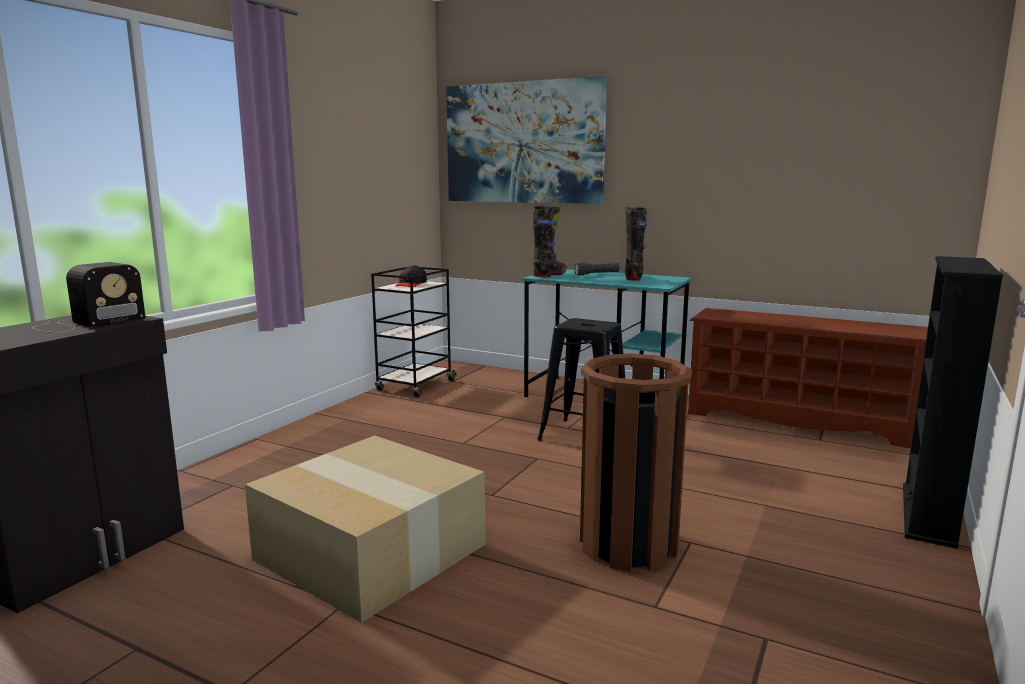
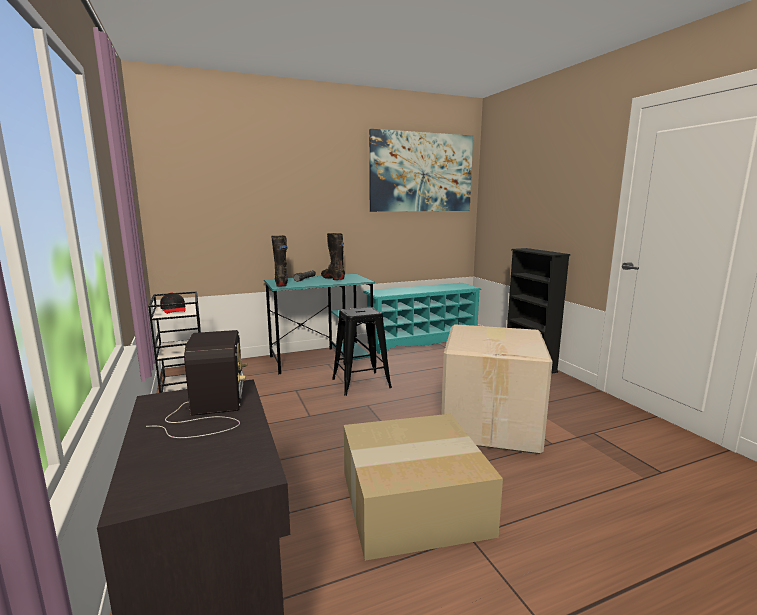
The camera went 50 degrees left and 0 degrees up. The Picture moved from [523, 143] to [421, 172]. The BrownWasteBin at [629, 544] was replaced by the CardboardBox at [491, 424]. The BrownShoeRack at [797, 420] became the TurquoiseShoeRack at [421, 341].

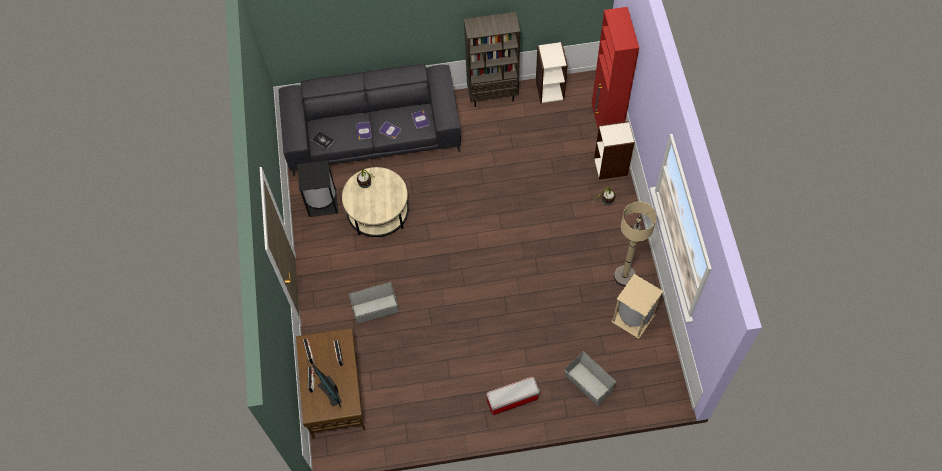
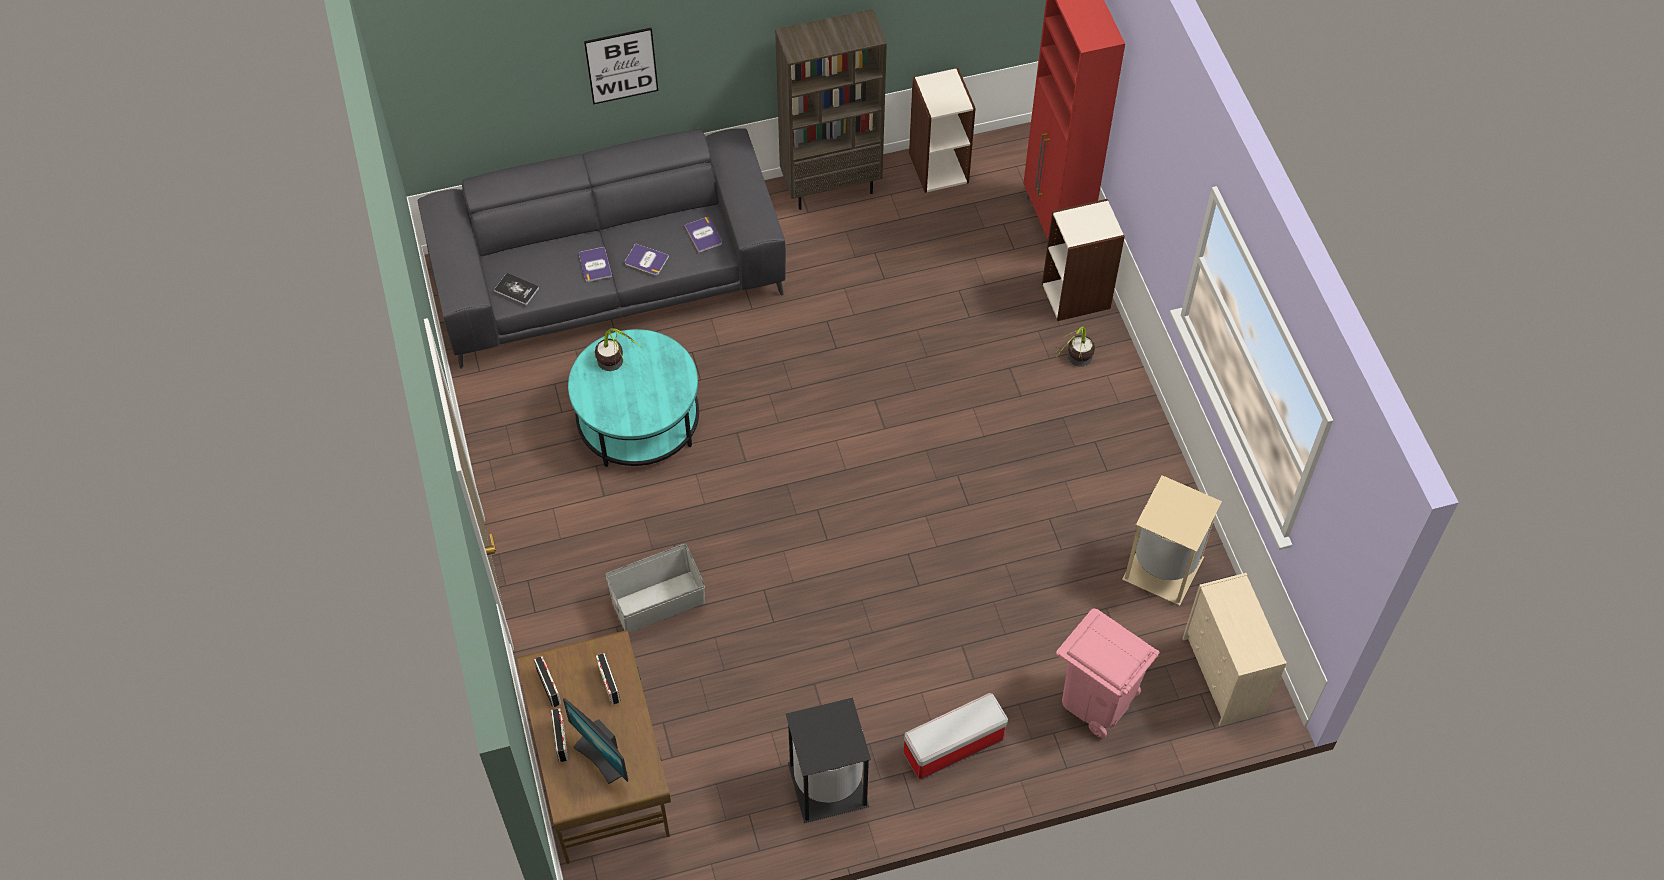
The camera went 10 degrees left and 5 degrees down. The BlackColouredWasteBin moved from [321, 203] to [827, 786]. The BeigeColouredLoungeTable at [378, 212] became the TurquoiseLoungeTable at [638, 420]. The GreyishStorageBin at [588, 384] was replaced by the PinkishWasteBin at [1096, 701]. The BeigeColouredFloorLamp at [624, 276] disappeared. The Picture at [621, 65] appeared. The BeigeColouredChestOfDrawers at [1223, 677] appeared.

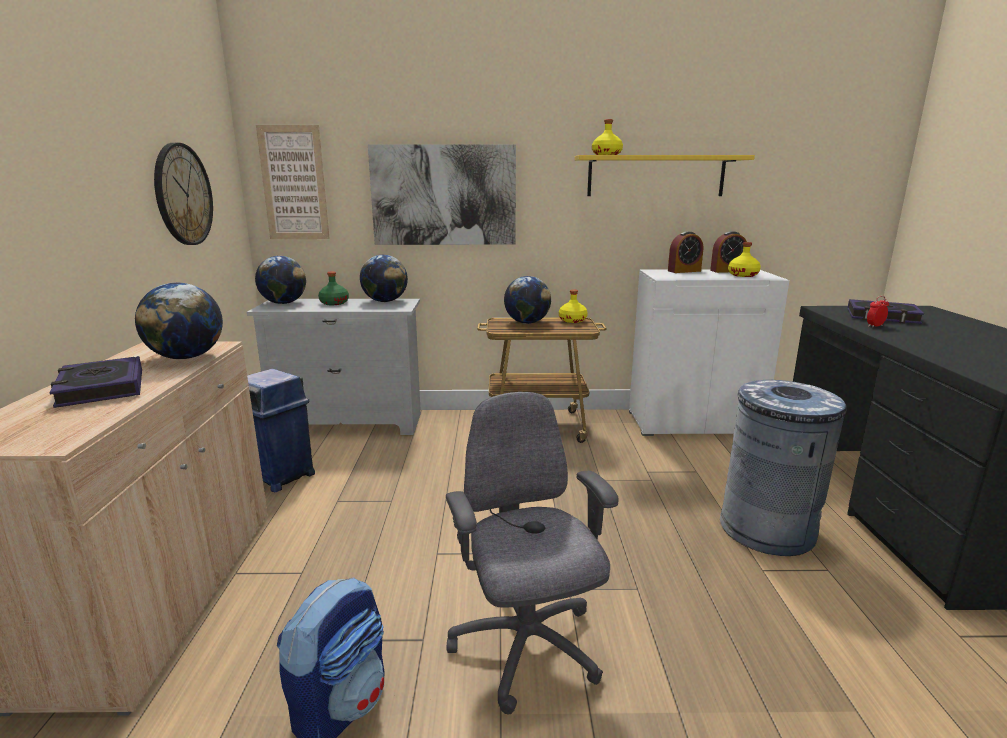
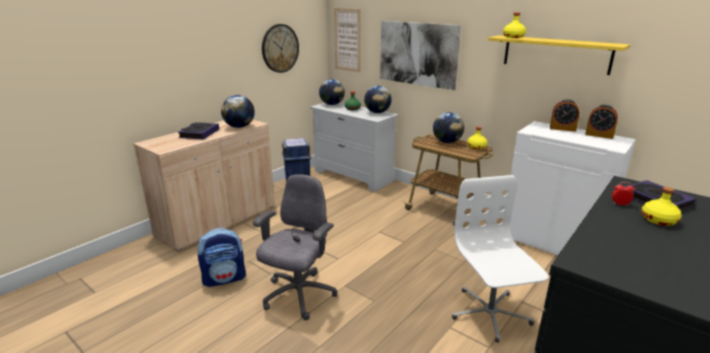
The camera went 40 degrees right and 5 degrees up. The GreyishWasteBin at [767, 529] was replaced by the WhiteColouredComputerChair at [489, 313]. The YellowishBeverageBottle moved from [743, 275] to [659, 220].

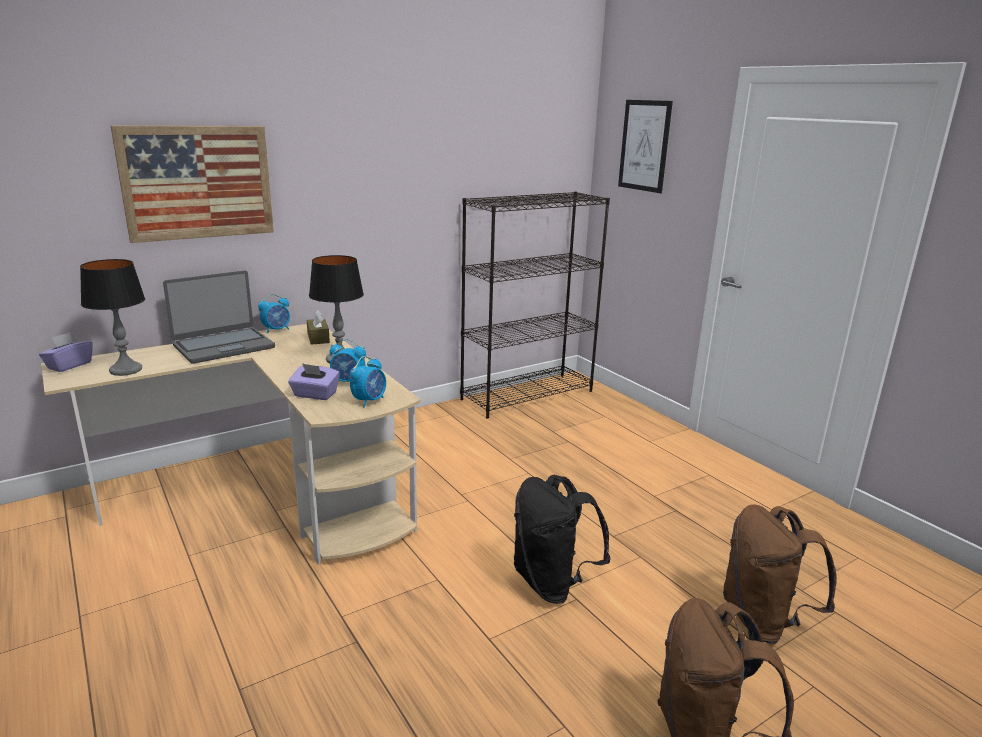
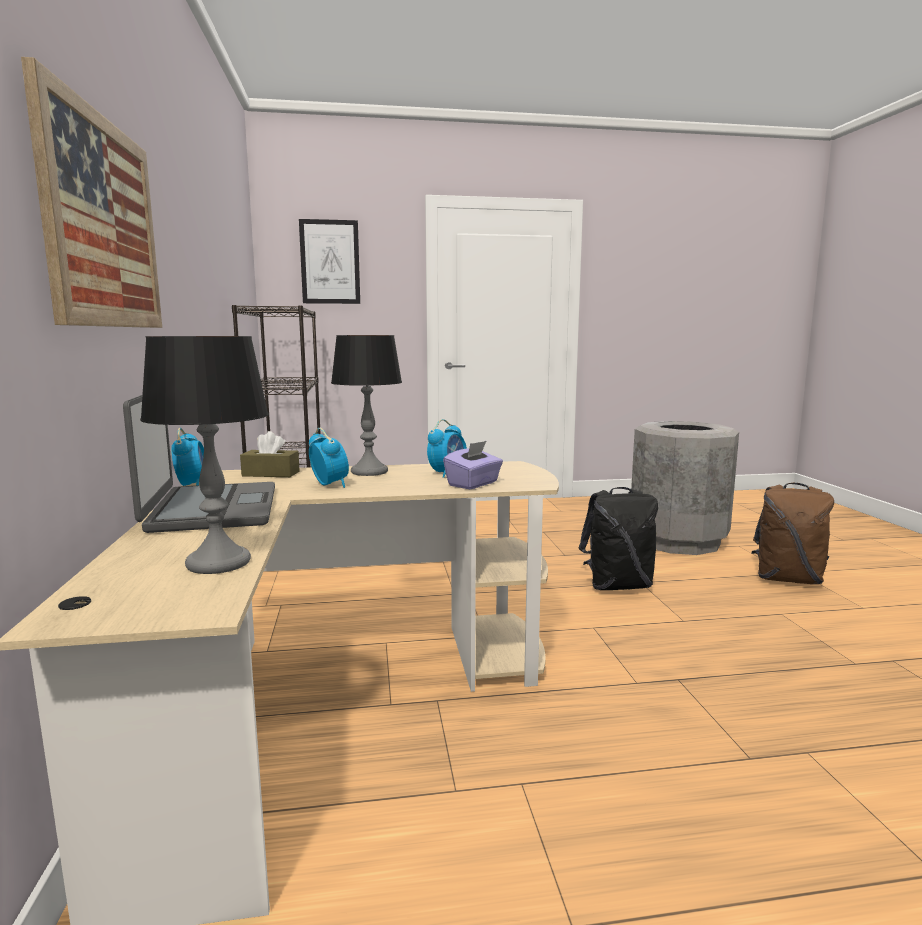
The camera went 65 degrees left and 10 degrees down. The PurpleColouredTissueHolder at [69, 365] disappeared. The AlarmClock moved from [369, 401] to [329, 485]. The BrownKnapsack at [763, 620] was replaced by the GreyishWasteBin at [678, 541].

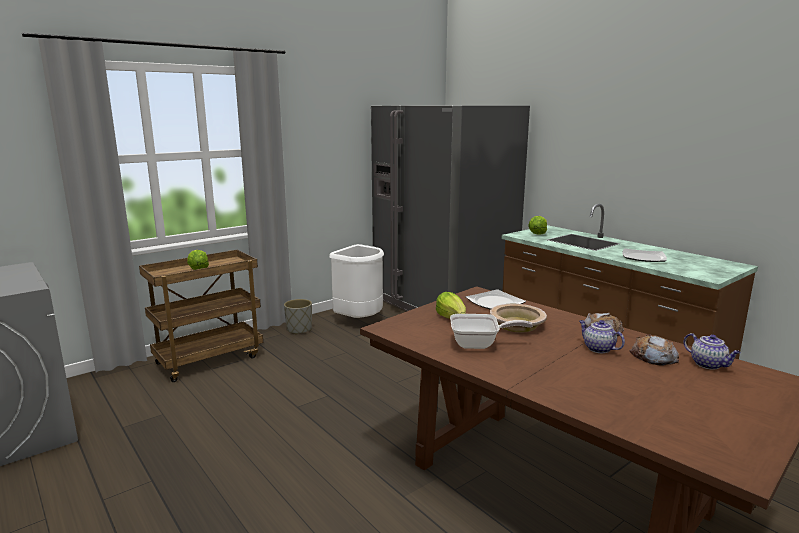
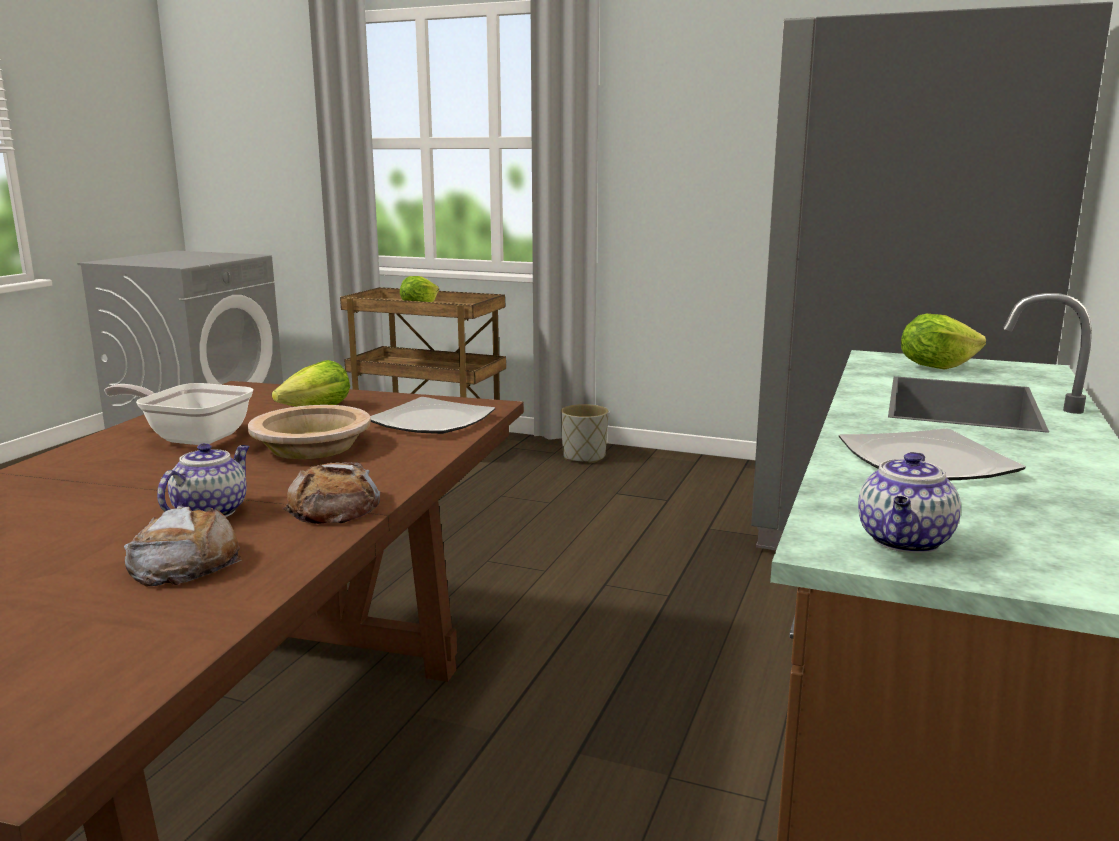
The camera went 60 degrees right and 0 degrees up. The WhiteColouredWasteBin at [360, 320] disappeared. The Skillet at [479, 344] turned 135 degrees clockwise. The Teapot moved from [708, 365] to [905, 542].

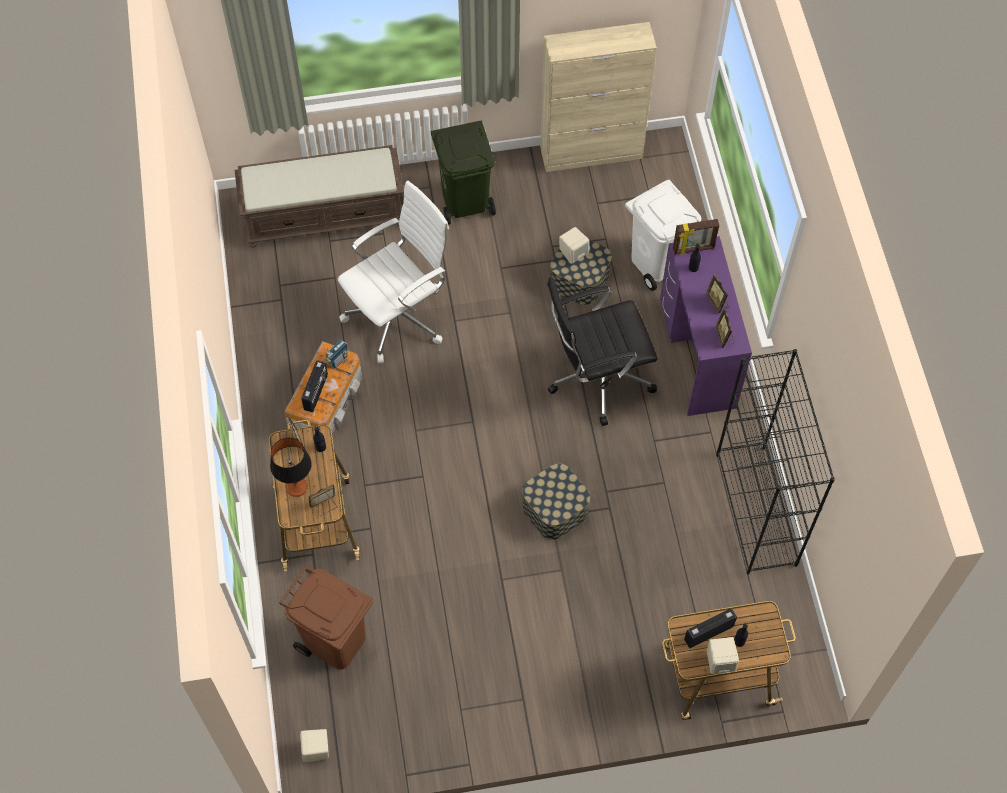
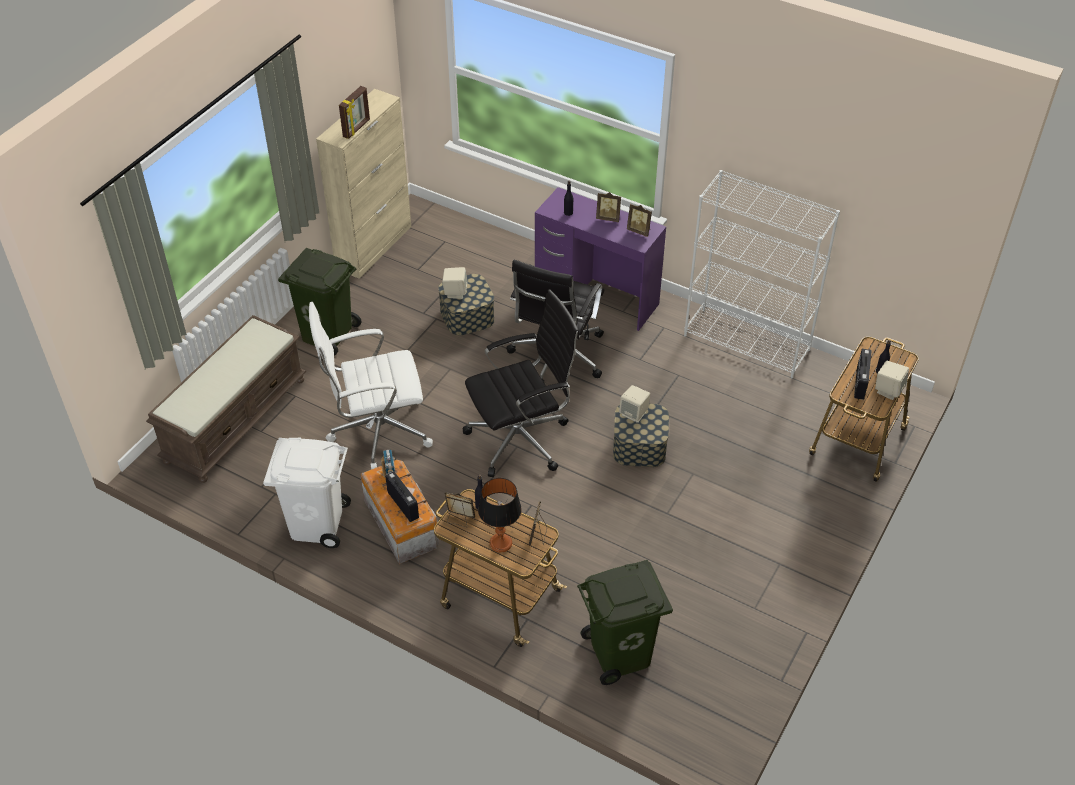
The camera went 50 degrees left and 15 degrees down. The BrownWasteBin at [335, 642] became the GreenishWasteBin at [621, 654]. The BeigeColouredSpeaker moved from [316, 750] to [634, 413]. The WhiteColouredComputerChair at [399, 315] turned 105 degrees counterclockwise. The WhiteColouredWasteBin moved from [658, 262] to [317, 523]. The PhotoFrame moved from [693, 249] to [357, 128]. The BlackColouredBookcase at [756, 510] became the WhiteColouredBookcase at [747, 343]. The BlackColouredComputerChair at [521, 439] appeared.

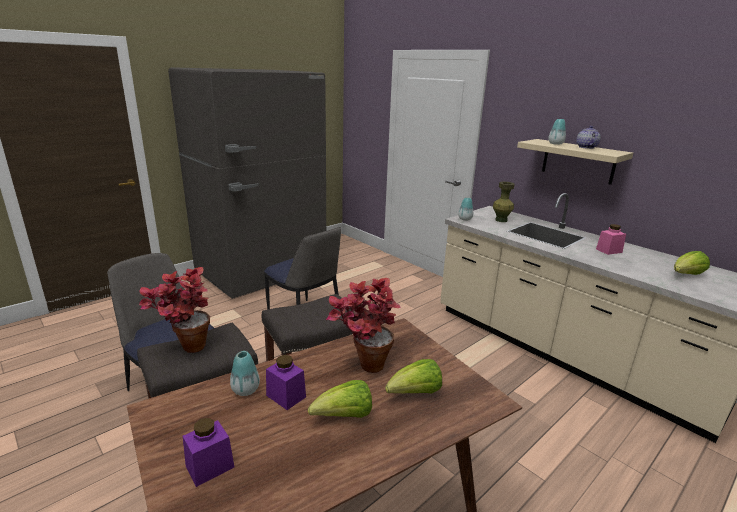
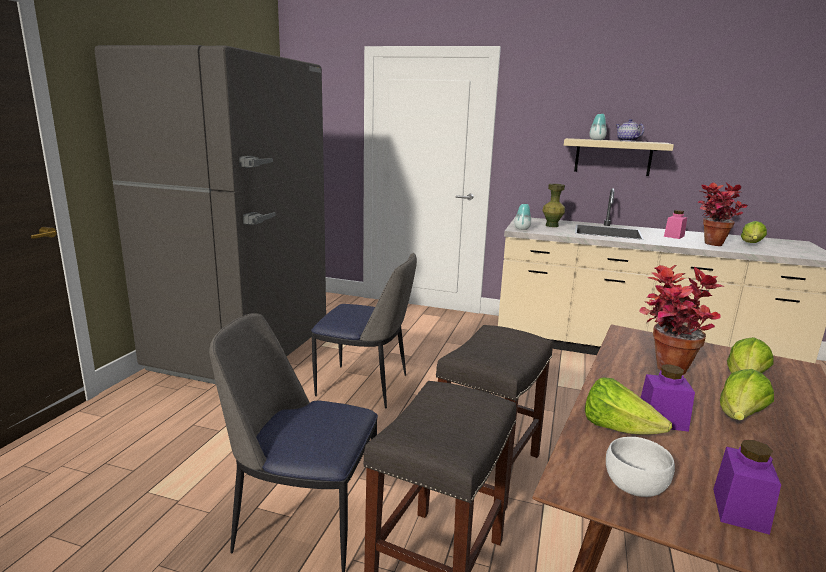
The camera went 30 degrees left and 5 degrees down. The Houseplant moved from [185, 348] to [711, 245]. The DecorativeVase at [245, 390] was replaced by the LettuceHead at [617, 429]. The WhiteColouredDeepDish at [634, 485] appeared.

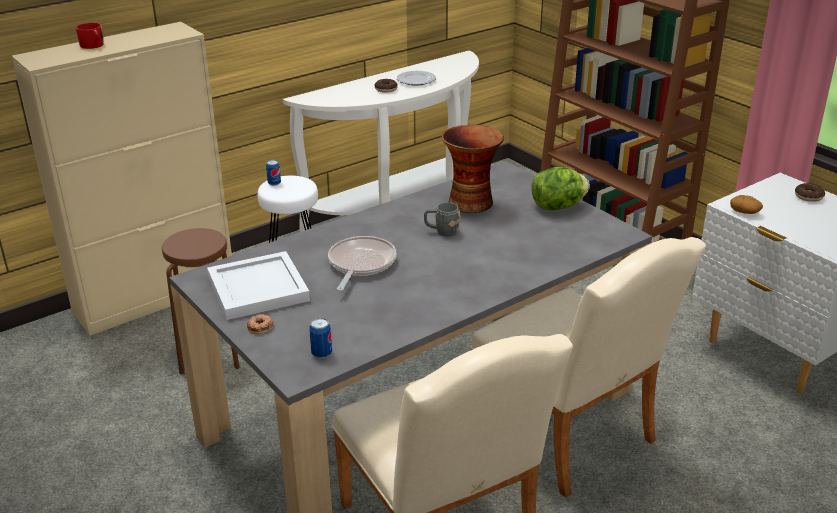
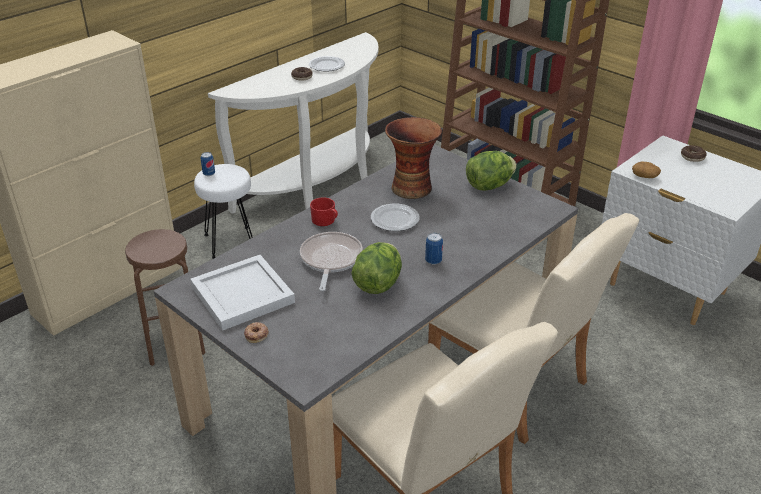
The camera went 10 degrees left and 5 degrees up. The ReddishTeaMug moved from [93, 45] to [325, 221]. The SealedCan moved from [321, 353] to [433, 261]. The GreyishTeaMug at [442, 231] was replaced by the DinnerPlate at [394, 220]. The LettuceHead at [378, 284] appeared.

